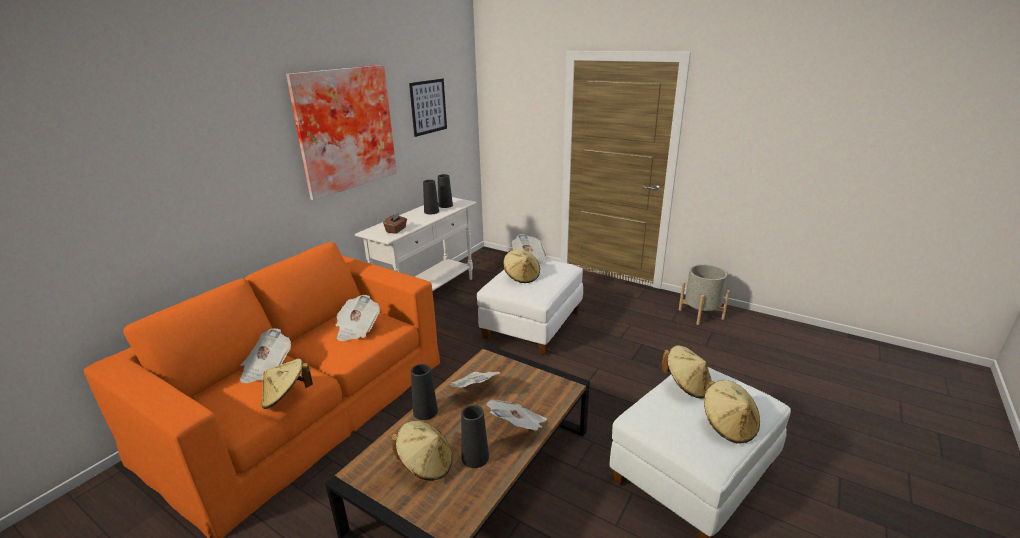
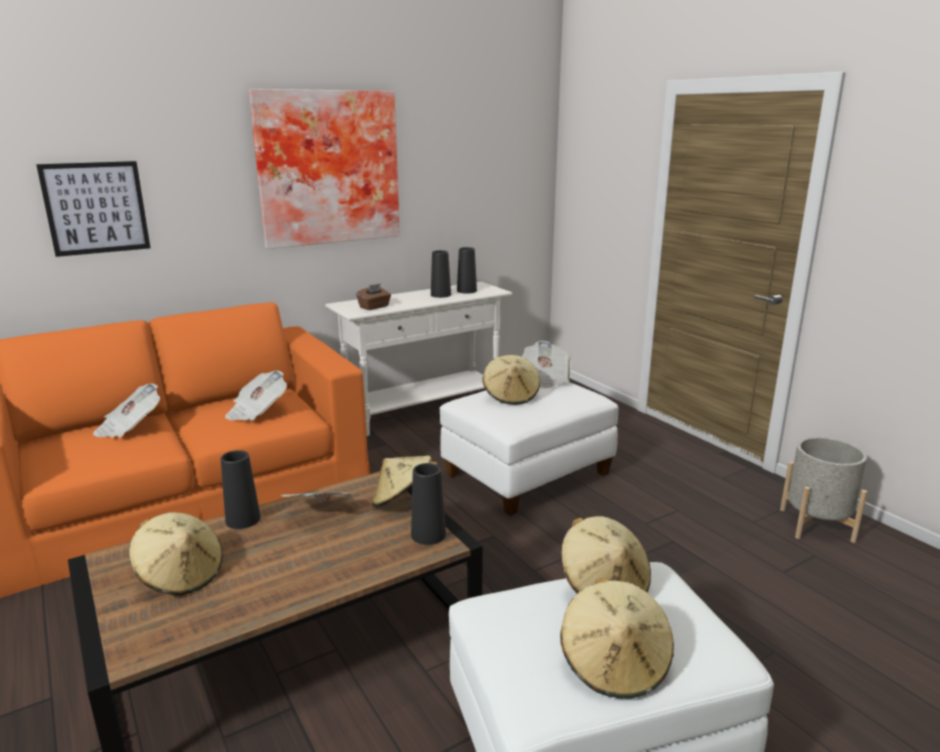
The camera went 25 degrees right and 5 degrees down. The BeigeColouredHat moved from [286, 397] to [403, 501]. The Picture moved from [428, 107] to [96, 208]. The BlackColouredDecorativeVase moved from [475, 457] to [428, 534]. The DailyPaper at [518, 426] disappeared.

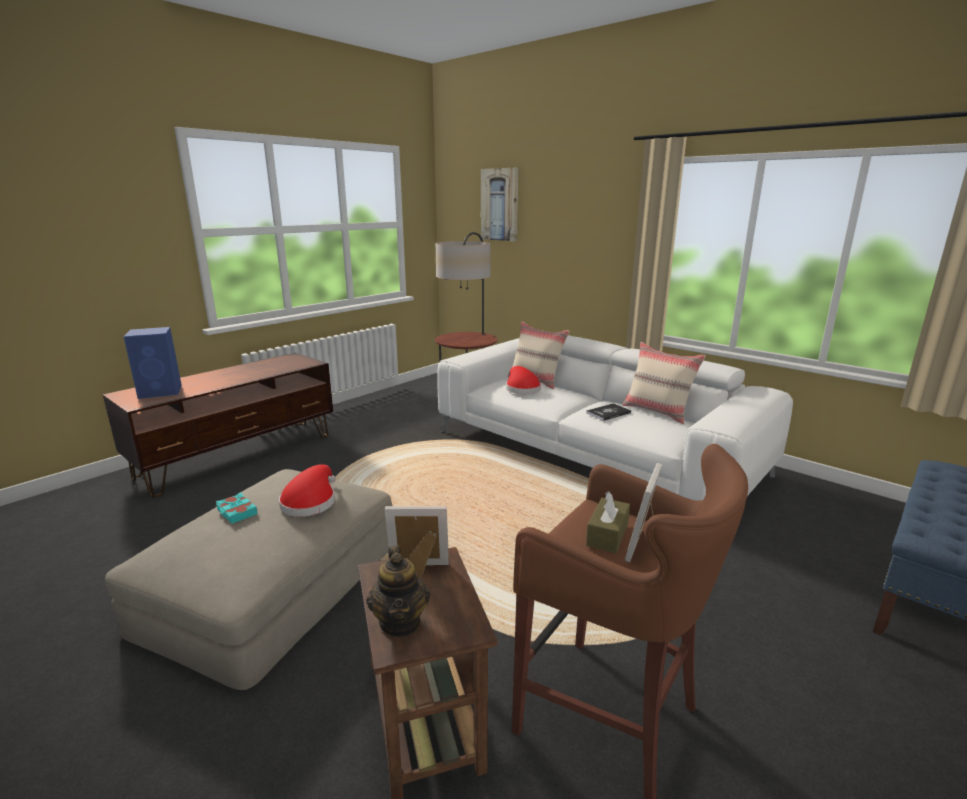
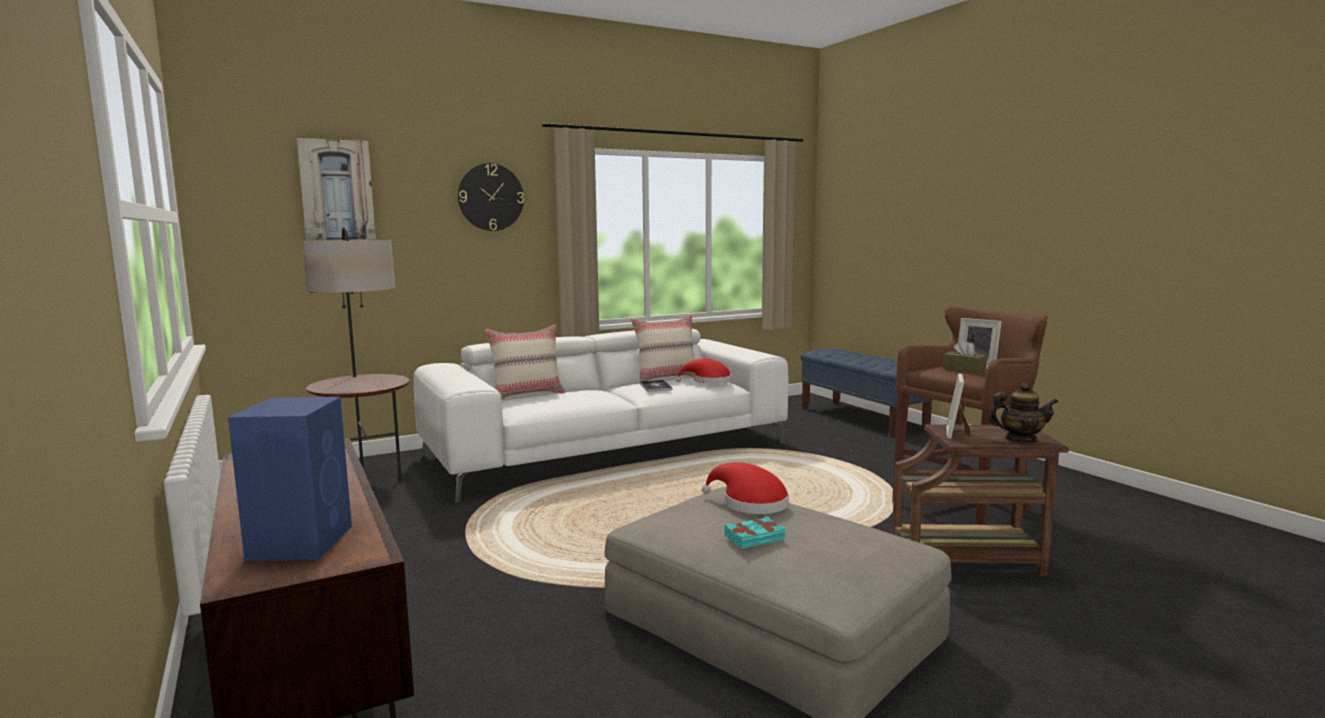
The camera went 70 degrees left and 10 degrees down. The ReddishHat moved from [521, 388] to [708, 381]. The WallClock at [490, 197] appeared.

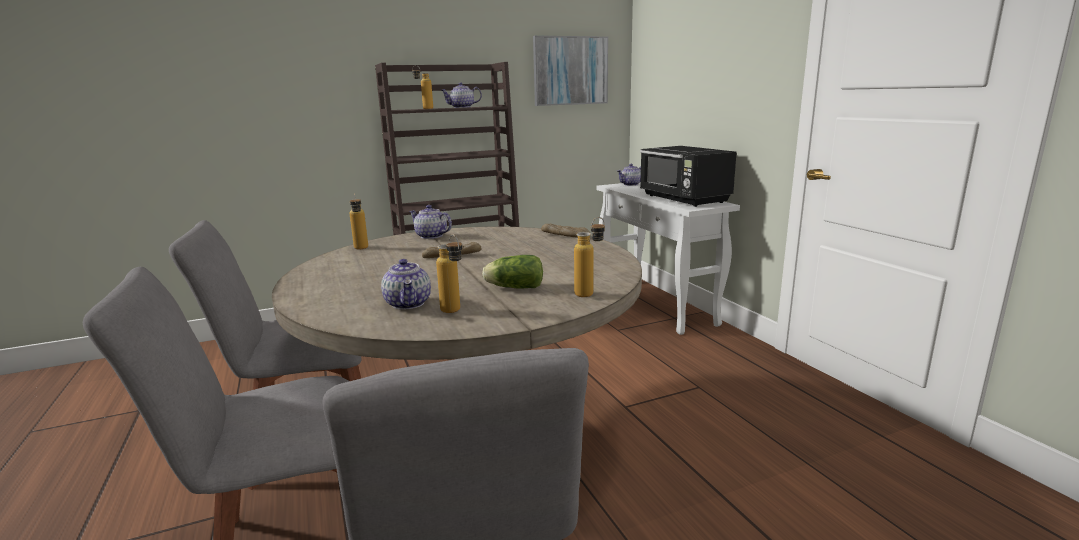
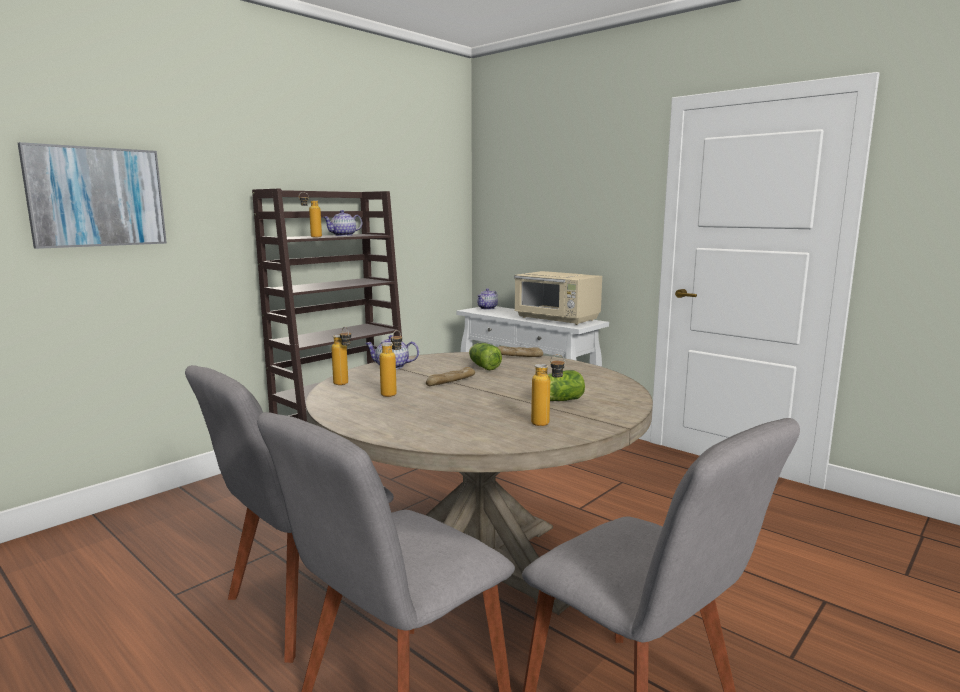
The camera went 25 degrees left and 5 degrees down. The Teapot at [409, 304] disappeared. The Picture moved from [570, 71] to [96, 197]. The BeverageBottle moved from [590, 293] to [393, 393]. The BlackColouredMicrowave at [684, 199] became the BeigeColouredMicrowave at [557, 319]. The LettuceHead at [483, 366] appeared.

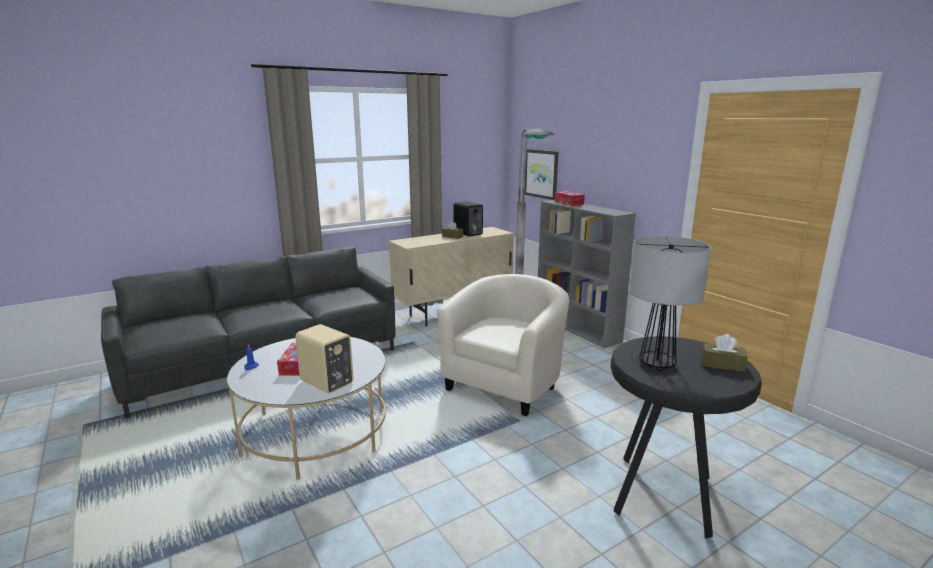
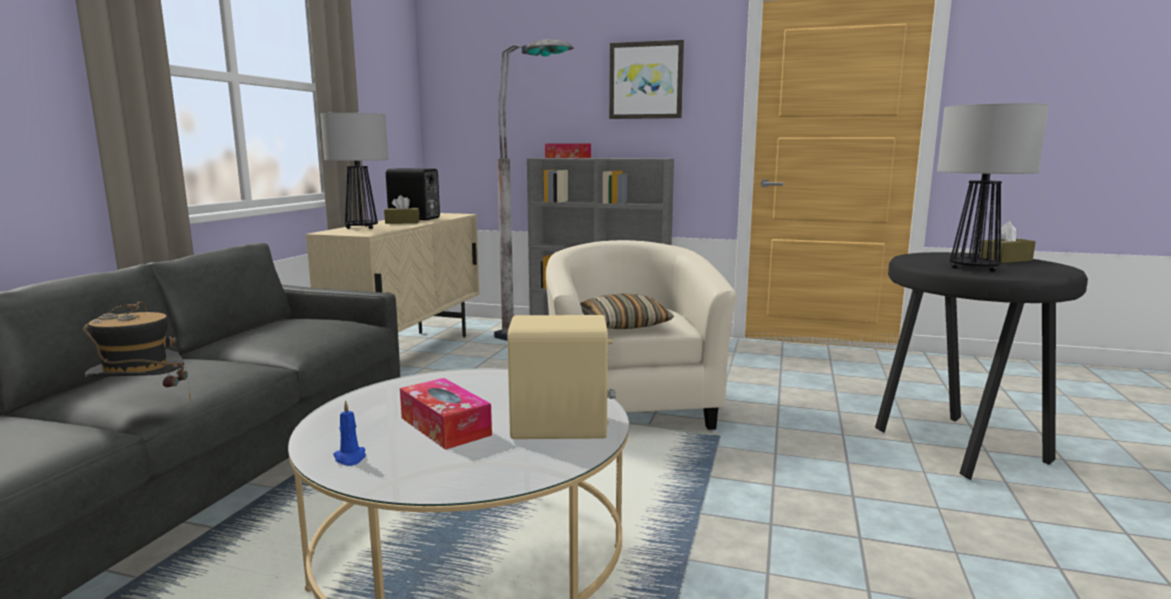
The camera went 40 degrees left and 5 degrees down. The Picture moved from [541, 174] to [646, 80]. The Hat at [142, 408] appeared. The TabletopLamp at [361, 227] appeared. The Pillow at [622, 324] appeared.

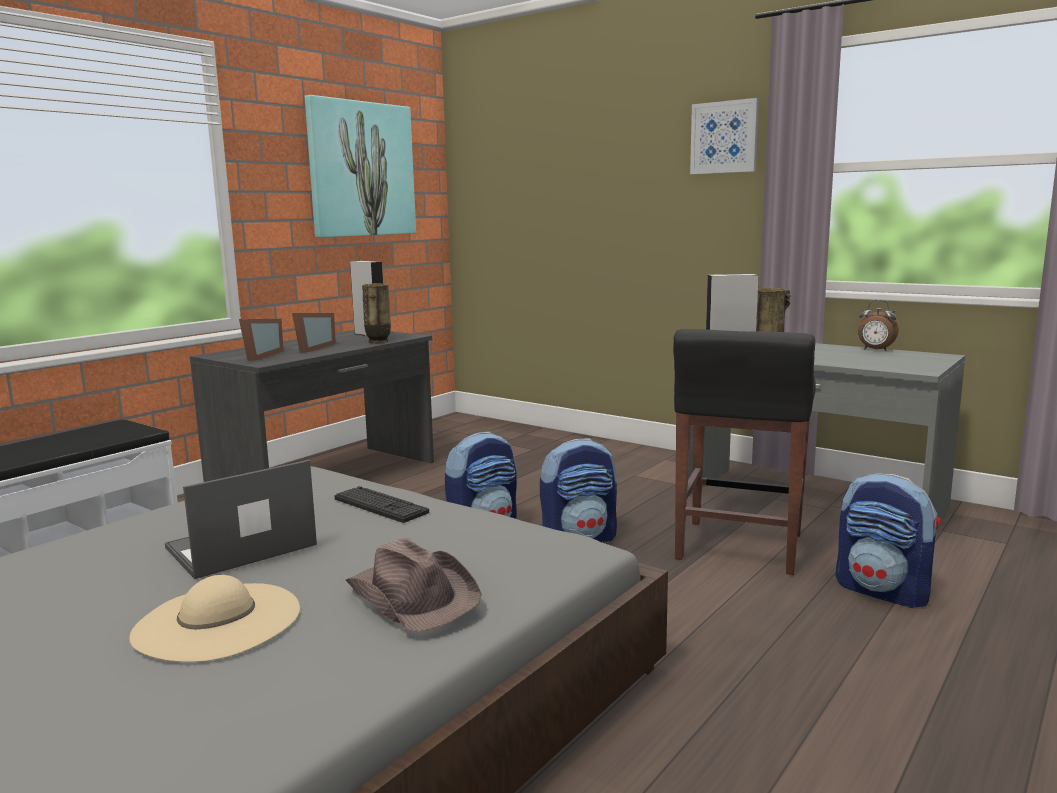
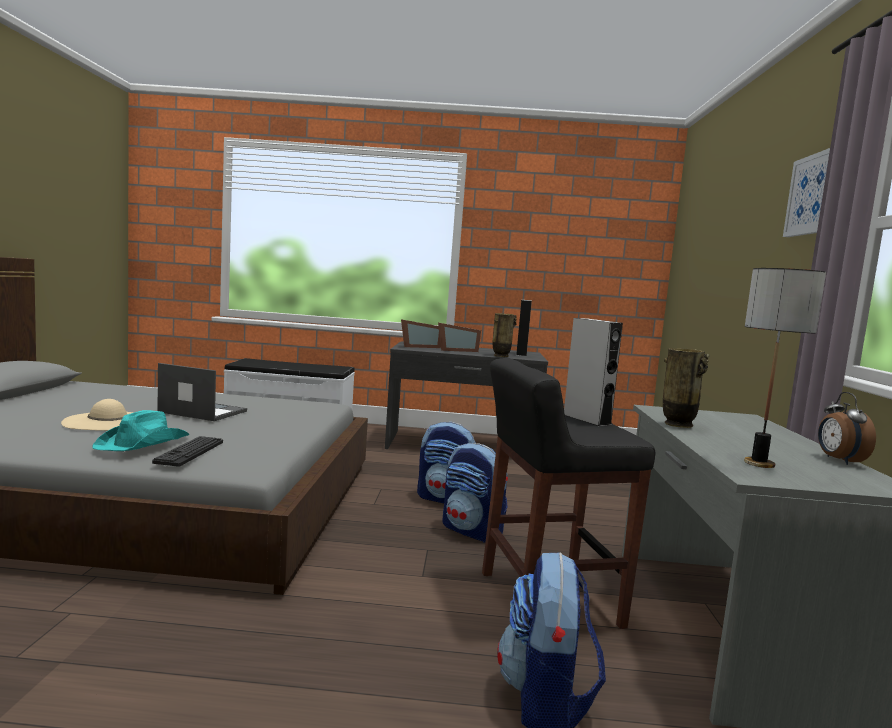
The camera went 55 degrees right and 5 degrees down. The Picture at [361, 169] disappeared. The PcKeyboard moved from [380, 505] to [190, 452]. The BrownHat at [413, 595] became the TurquoiseHat at [144, 442]. The TabletopLamp at [759, 463] appeared.

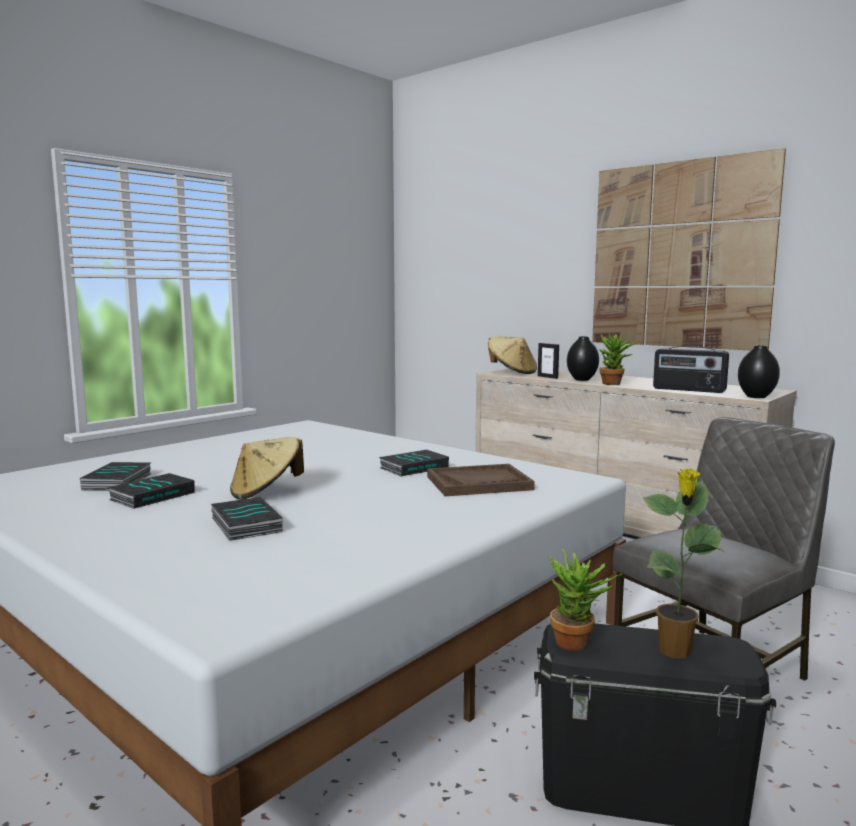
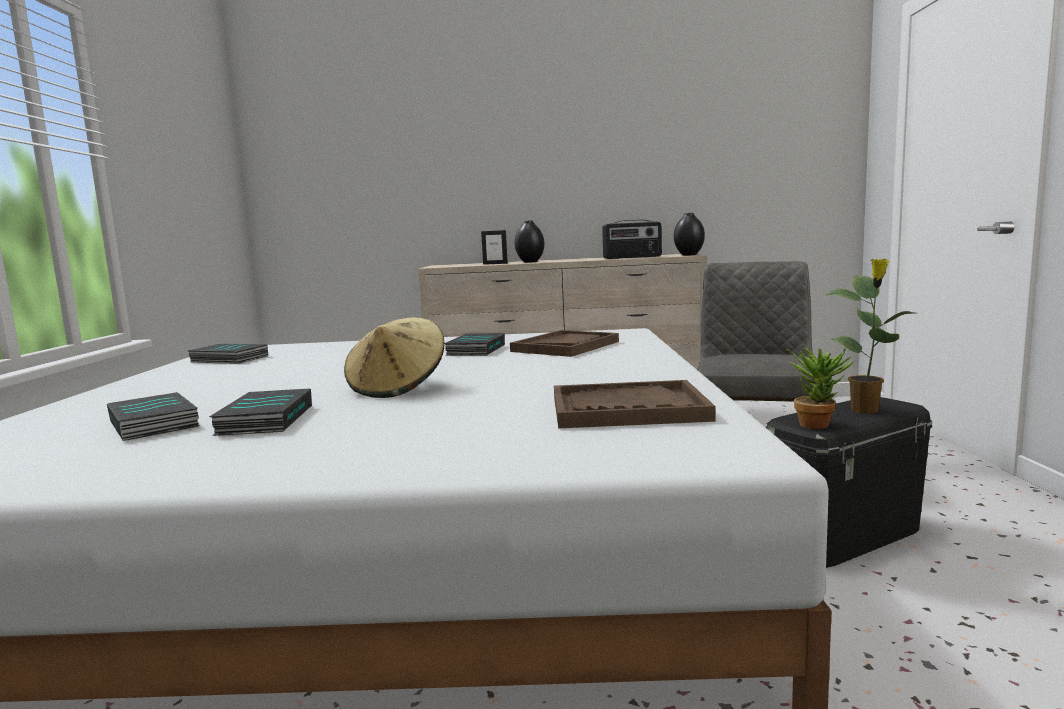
The camera went 40 degrees left and 0 degrees up. The BoundBook moved from [244, 524] to [228, 359]. The BeigeColouredHat at [512, 372] disappeared. The Picture at [679, 255] disappeared. The Houseplant at [614, 384] disappeared. The BrownTray at [627, 409] appeared.

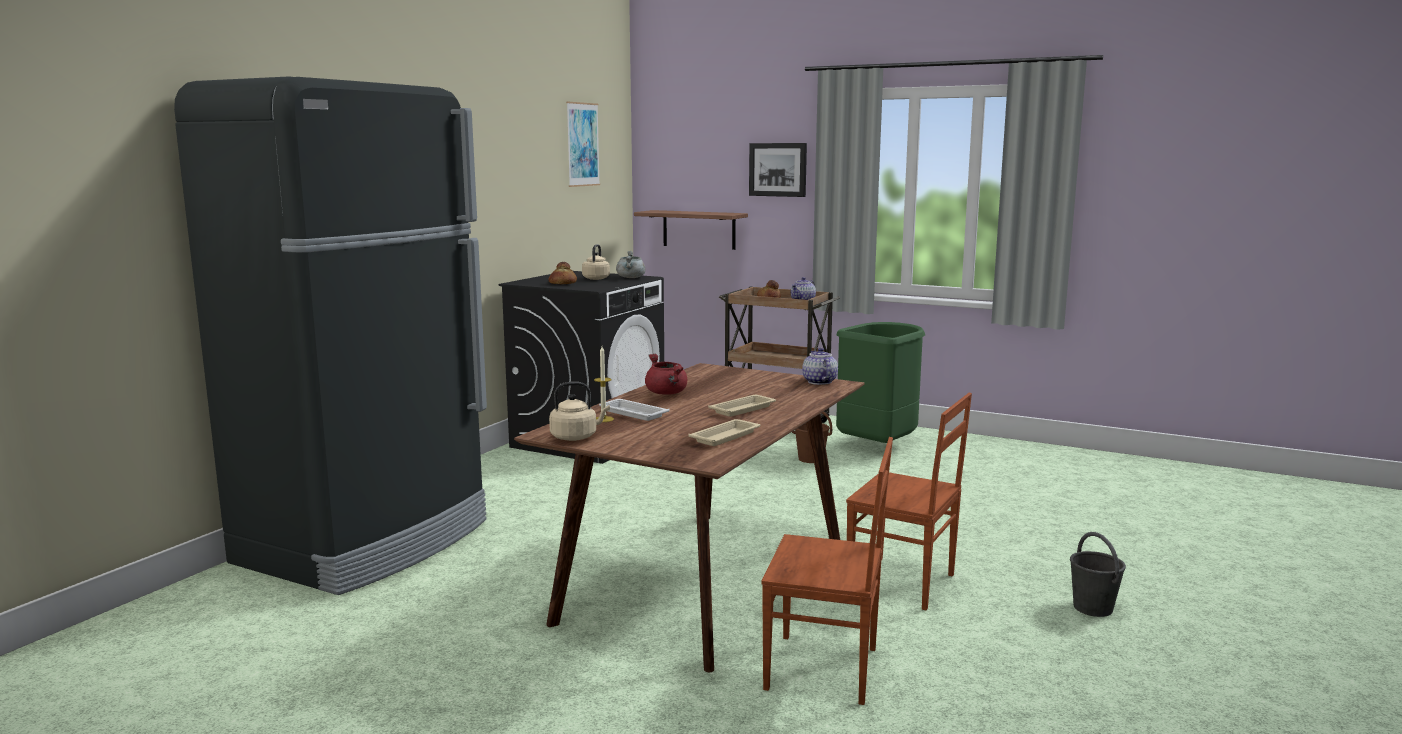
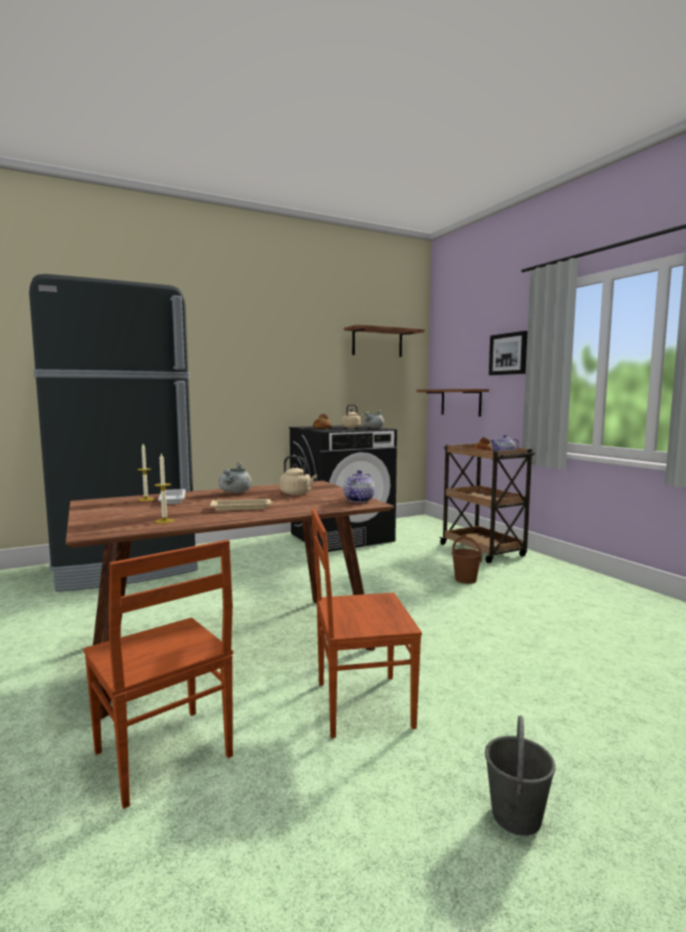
The camera went 35 degrees right and 5 degrees down. The BeigeColouredTeaKettle moved from [576, 437] to [297, 493]. The Picture at [582, 144] was replaced by the WallShelf at [377, 343]. The ReddishStockpot at [667, 393] became the GreyishStockpot at [235, 492]. The BeigeColouredTray at [726, 436] was replaced by the Candle at [164, 521]. The GreenishWasteBin at [878, 446] disappeared. The BrownUprightChair at [902, 584] turned 105 degrees clockwise.

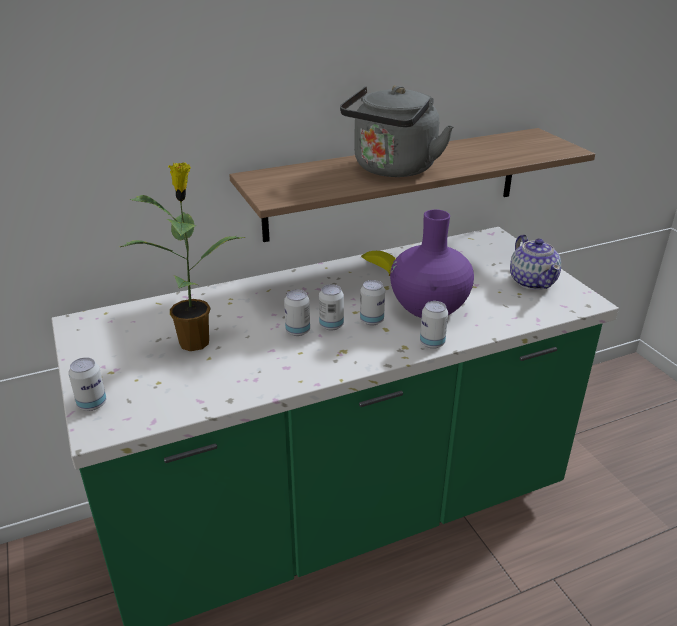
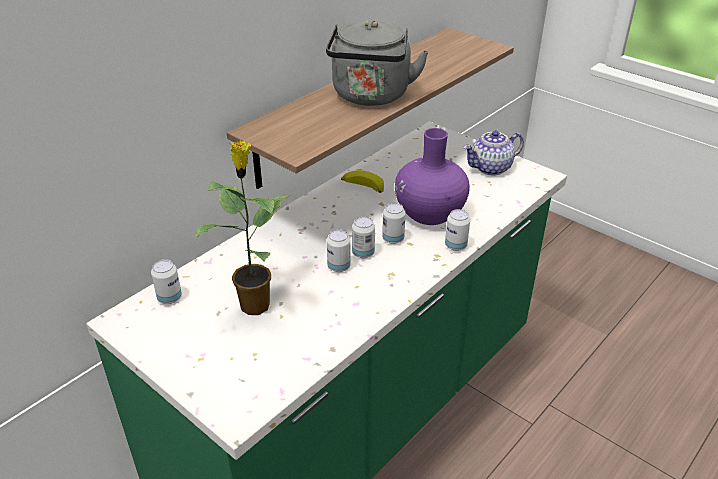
The camera went 25 degrees left and 5 degrees up. The SealedCan moved from [92, 404] to [169, 298]. The Teapot at [532, 281] turned 105 degrees clockwise.

